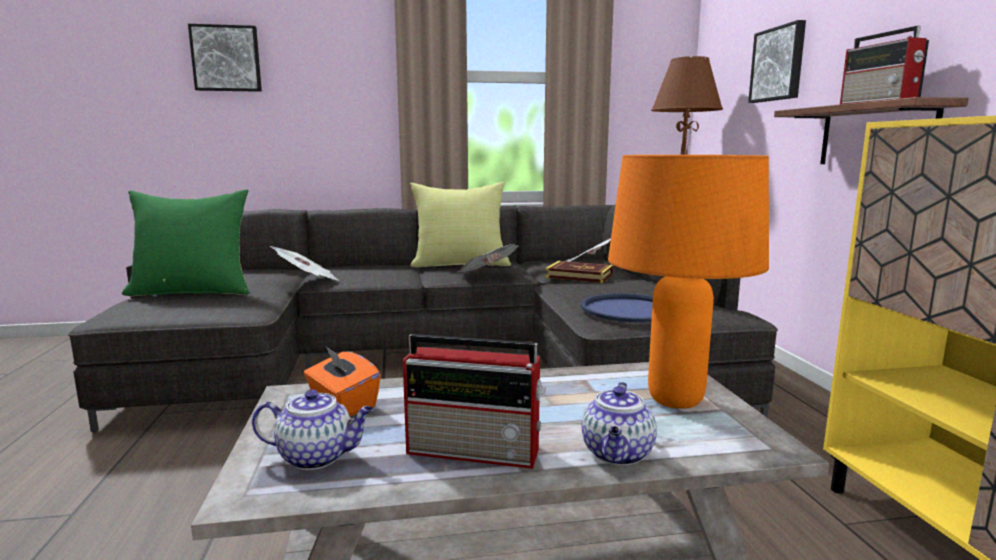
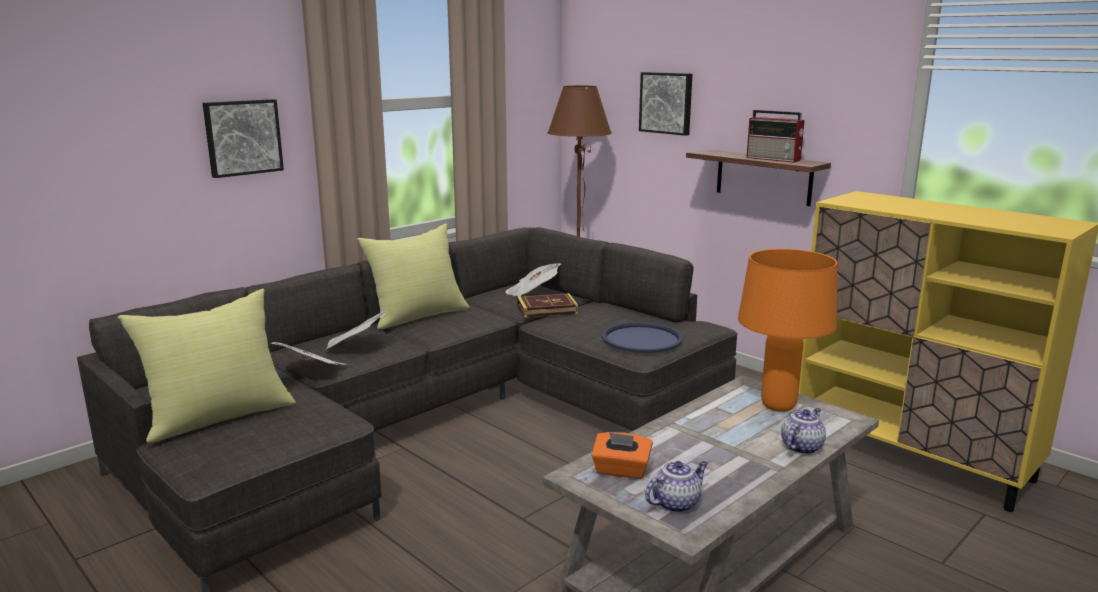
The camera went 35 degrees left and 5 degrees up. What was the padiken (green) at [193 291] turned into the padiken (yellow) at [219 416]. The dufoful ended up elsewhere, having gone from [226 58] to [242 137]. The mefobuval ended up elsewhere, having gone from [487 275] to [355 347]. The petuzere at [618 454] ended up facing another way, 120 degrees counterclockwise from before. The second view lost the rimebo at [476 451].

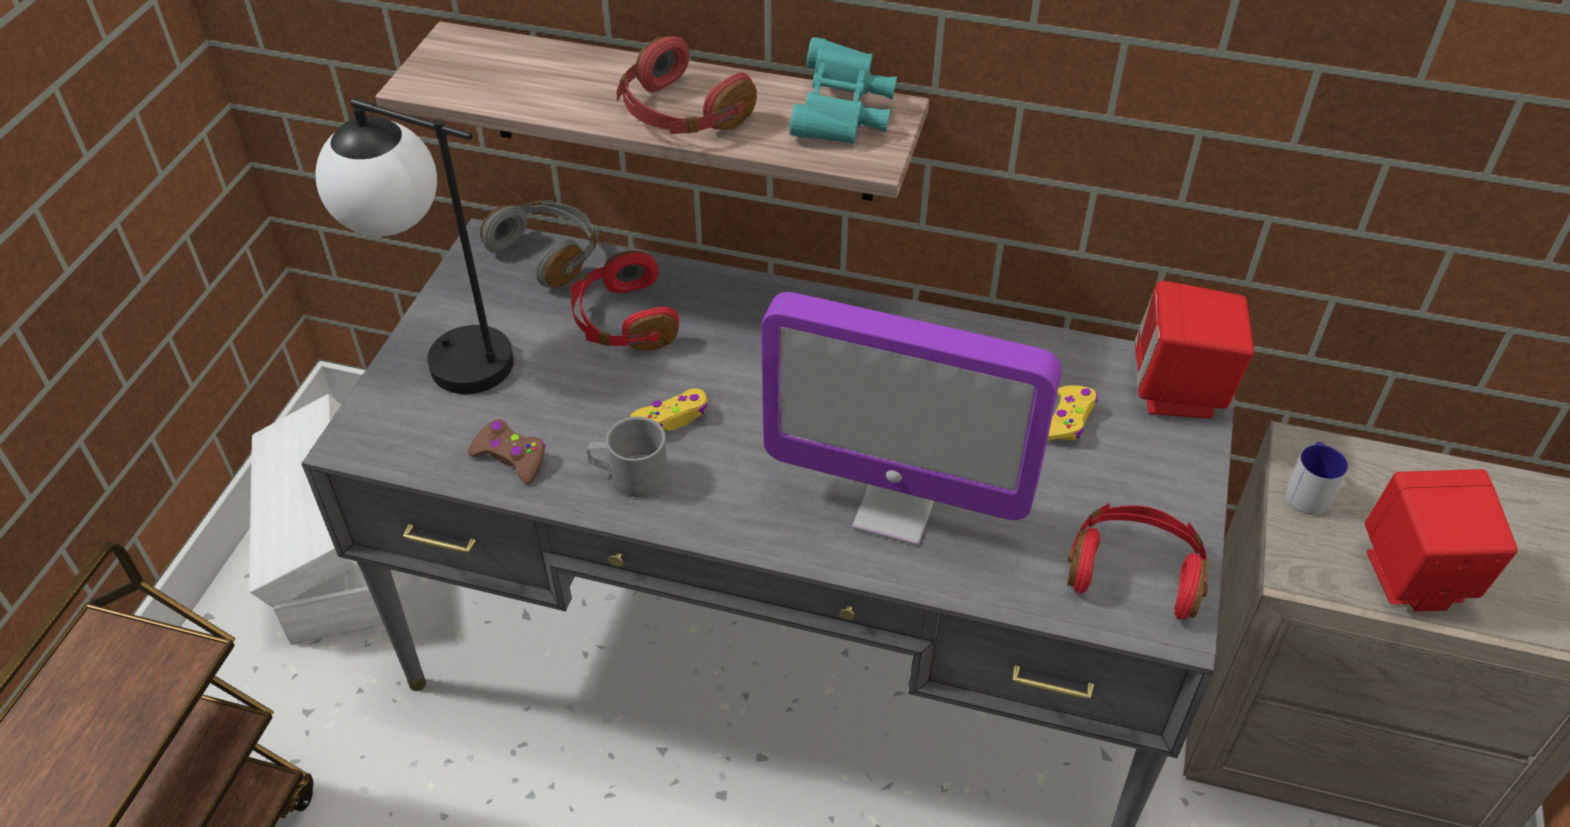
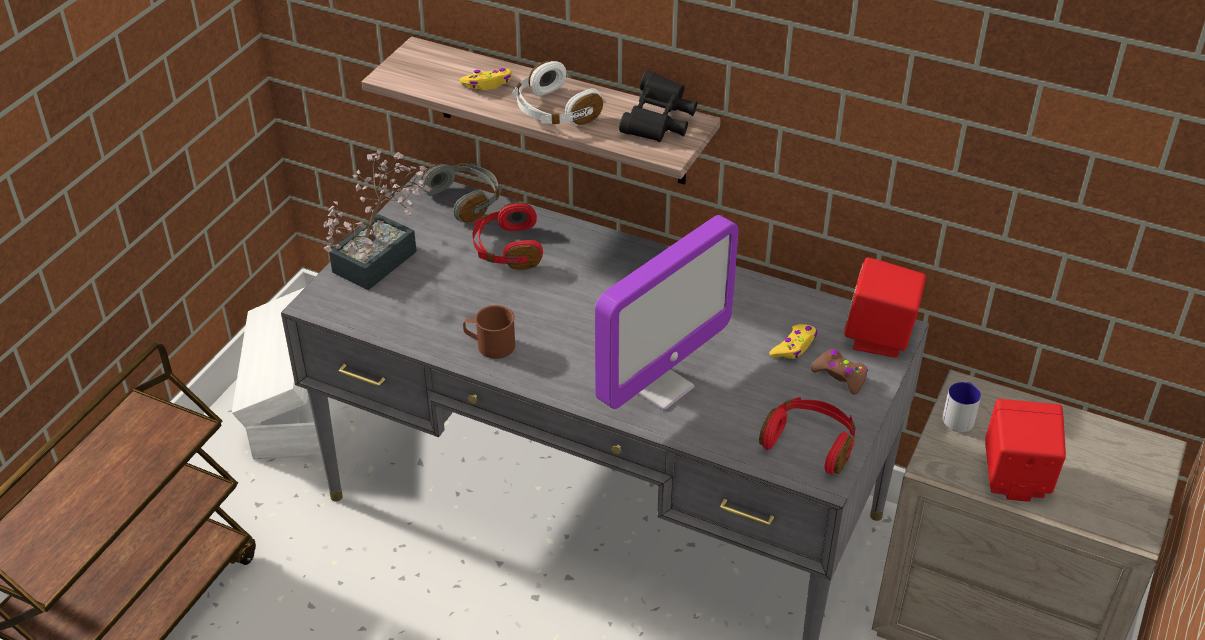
The camera went 10 degrees right and 5 degrees down. Where the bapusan stood at [442 354], the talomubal came to stand at [382 257]. The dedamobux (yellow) ended up elsewhere, having gone from [673 417] to [488 84]. What was the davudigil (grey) at [630 475] turned into the davudigil (brown) at [490 345]. What was the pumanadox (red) at [681 114] turned into the pumanadox (white) at [553 111]. The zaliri at [895 509] ended up facing another way, 75 degrees counterclockwise from before. What was the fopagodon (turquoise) at [842 116] turned into the fopagodon (black) at [658 123]. The dedamobux (brown) ended up elsewhere, having gone from [511 457] to [840 376].

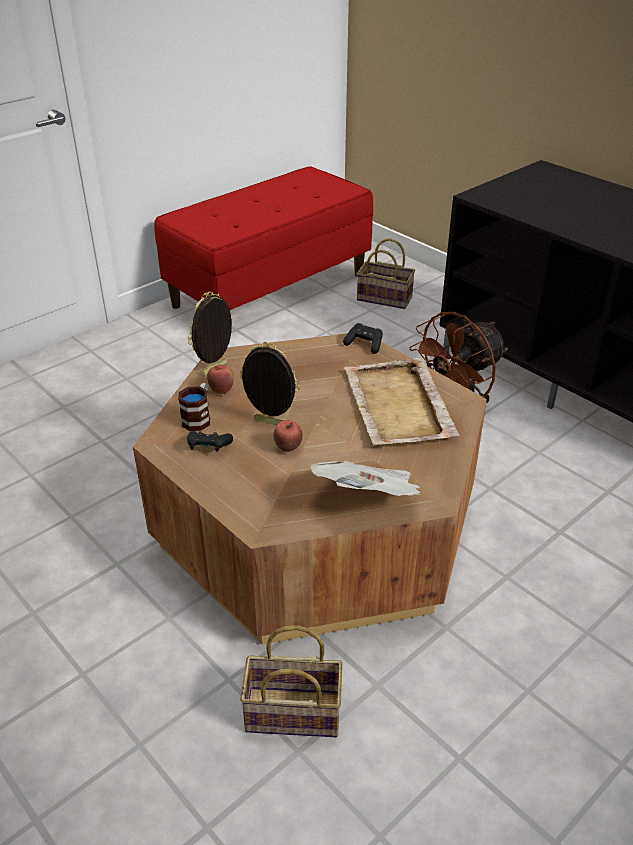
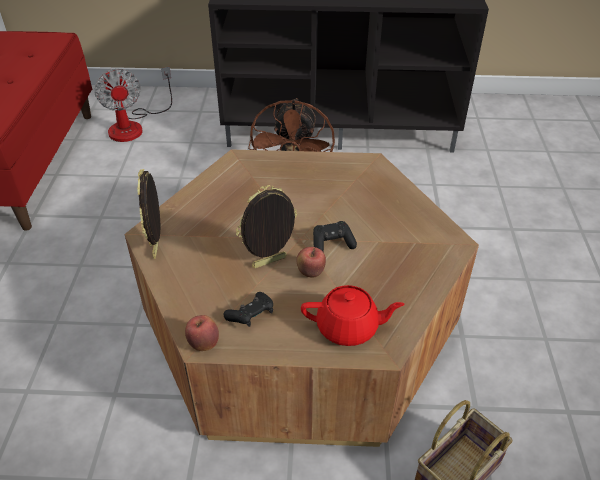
The camera went 45 degrees left and 5 degrees up. Where the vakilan stood at [386 298], the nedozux came to stand at [134 126]. The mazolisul ended up elsewhere, having gone from [221 390] to [203 344]. The second view gained the petuzere (red) at [348 328]. The dedamobux (black) ended up elsewhere, having gone from [364 344] to [332 244]. The second view lost the davudigil at [198 418]. The second view lost the mefobuval at [369 499]. The second view lost the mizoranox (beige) at [398 406].

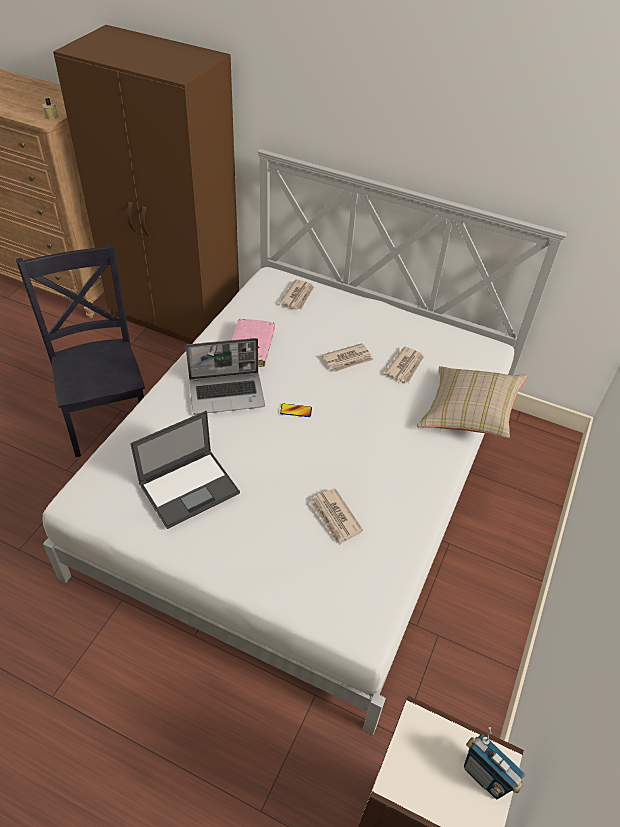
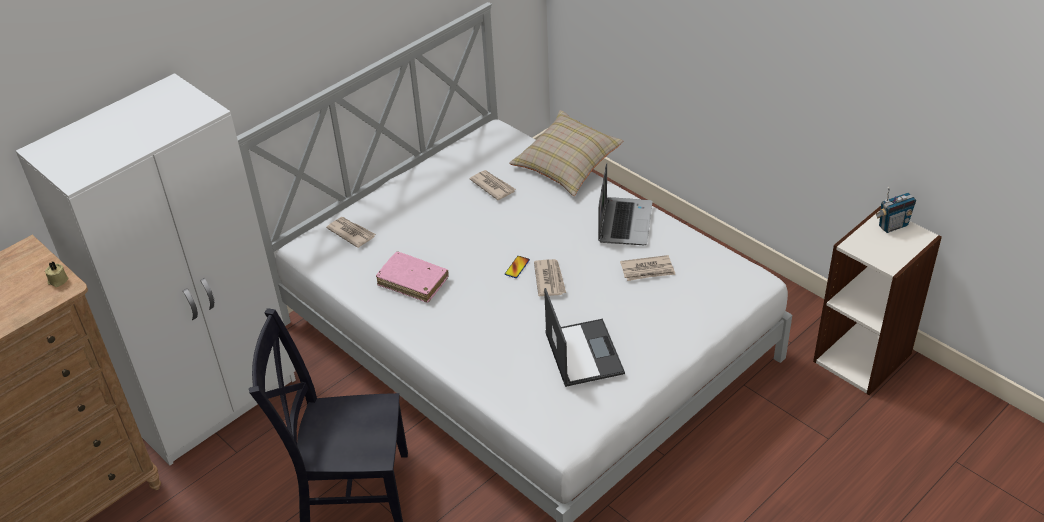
The camera went 65 degrees left and 5 degrees down. What was the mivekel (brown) at [176 317] turned into the mivekel (white) at [215 401]. The mefobuval ended up elsewhere, having gone from [348 359] to [549 279]. The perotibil ended up elsewhere, having gone from [227 393] to [624 222].

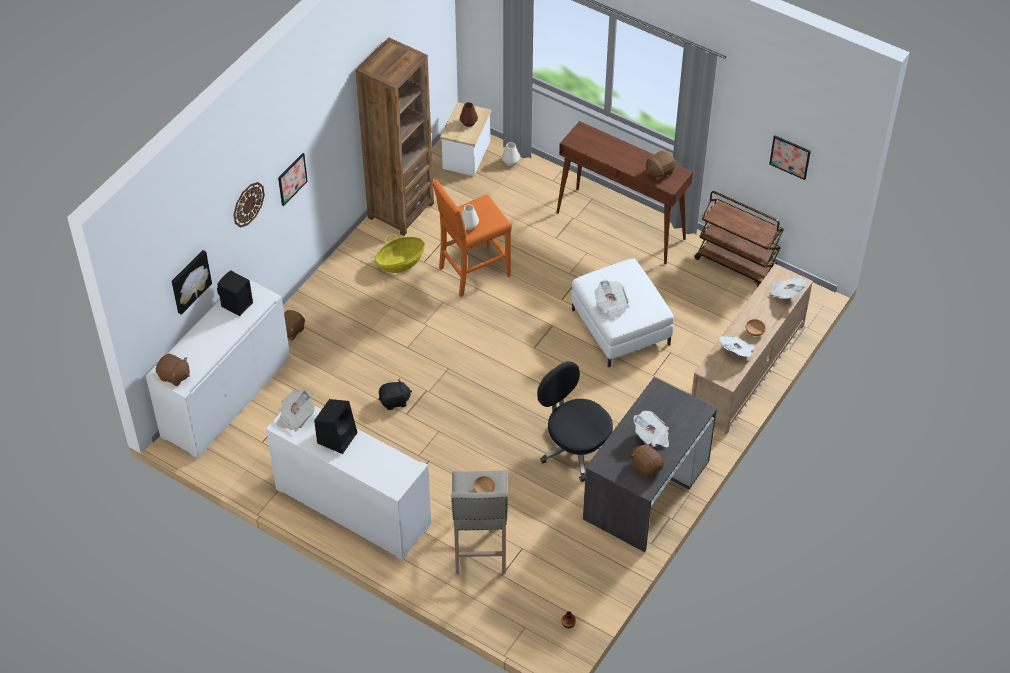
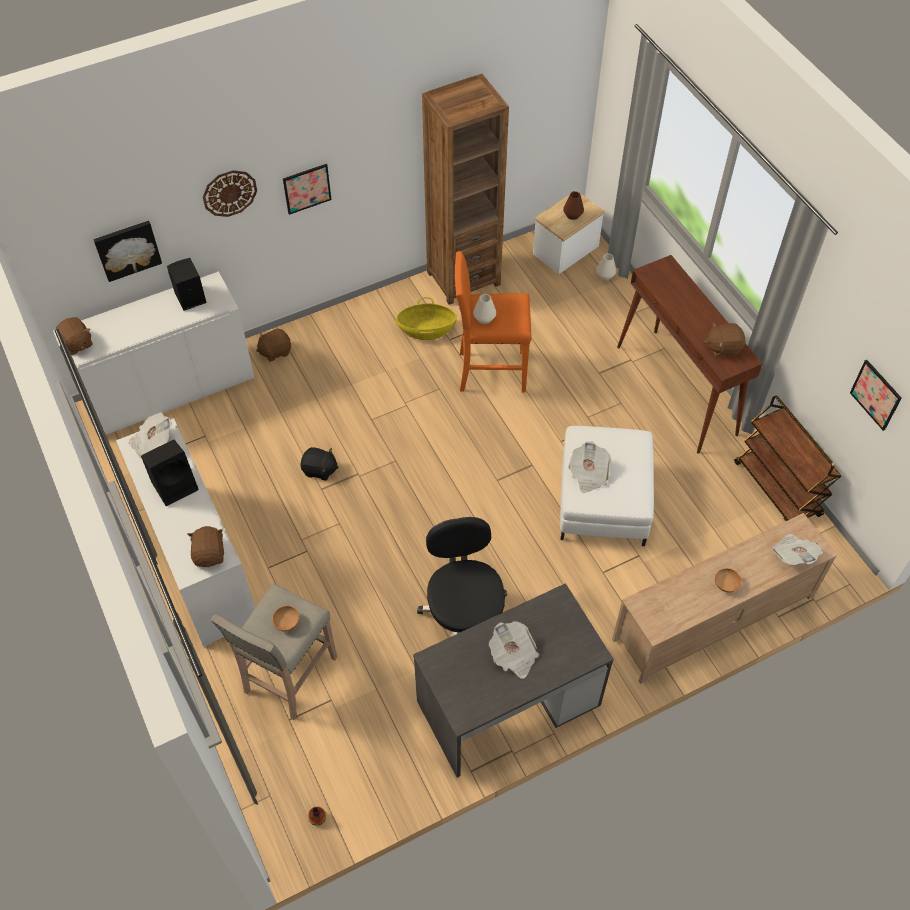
The camera went 30 degrees right and 5 degrees up. The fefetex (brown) ended up elsewhere, having gone from [646 467] to [210 554]. The second view lost the mefobuval at [737 352].

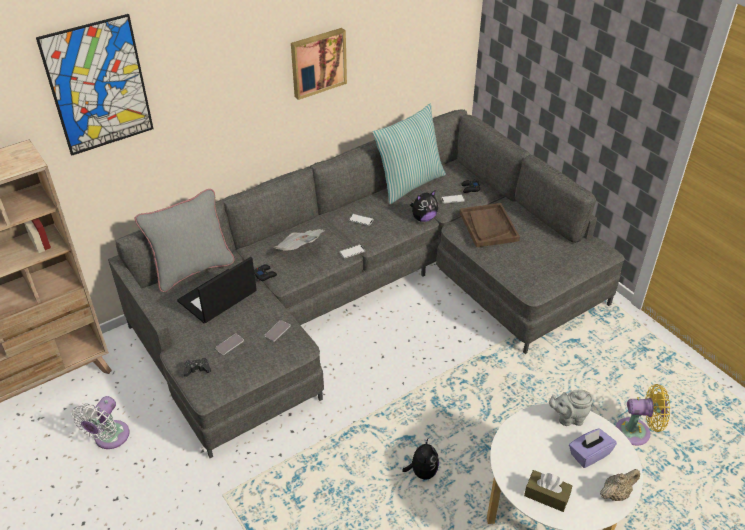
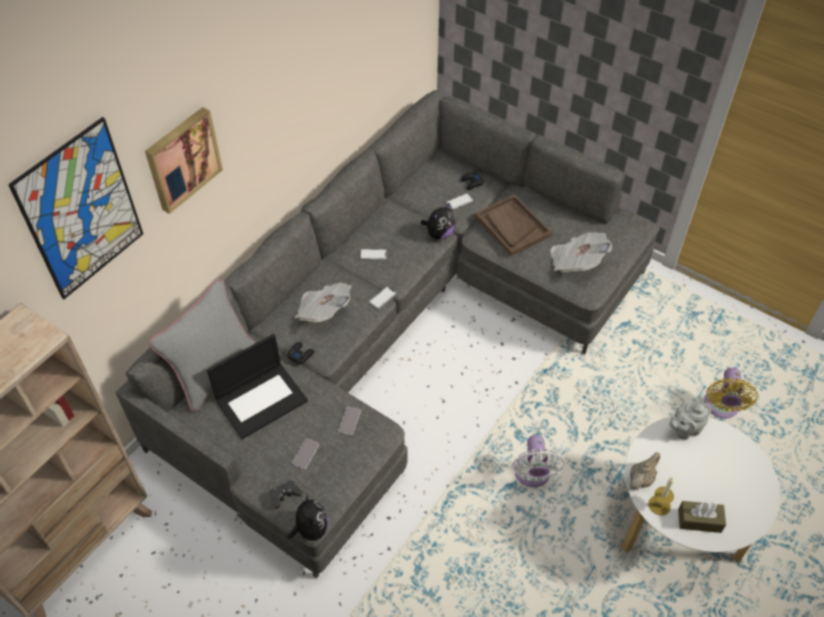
The camera went 20 degrees left and 10 degrees up. The dufoful ended up elsewhere, having gone from [317 62] to [182 159]. The perotibil at [217 297] ended up facing another way, 150 degrees counterclockwise from before. The fefetex ended up elsewhere, having gone from [422 472] to [310 529]. The nedozux (white) ended up elsewhere, having gone from [109 438] to [532 475]. The second view gained the mefobuval at [576 262]. The petuzere (beige) ended up elsewhere, having gone from [616 493] to [641 479]. The second view gained the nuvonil at [659 505]. The nedozux (yellow) at [636 432] ended up facing another way, 120 degrees clockwise from before. The second view lost the padiken at [409 183]. The second view lost the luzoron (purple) at [589 454].

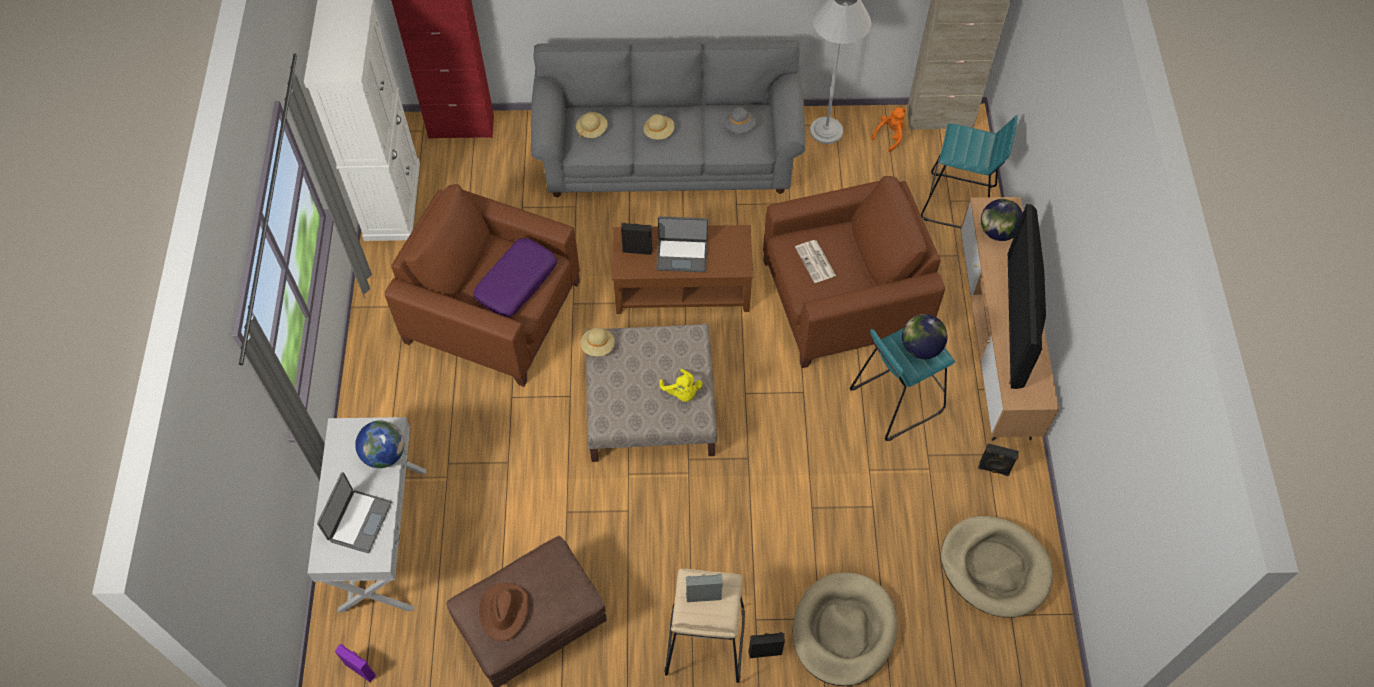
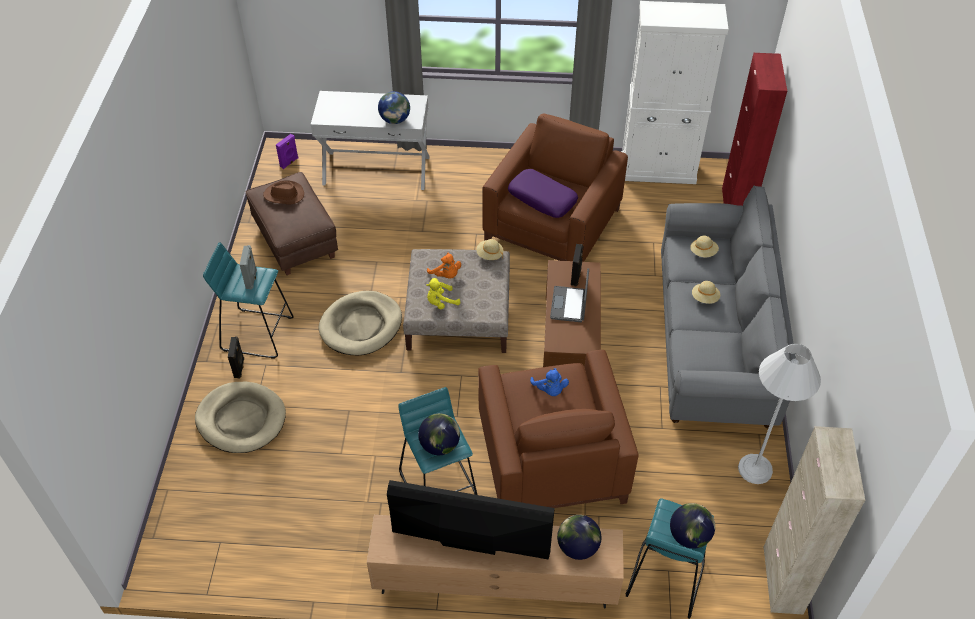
The camera went 95 degrees right and 10 degrees down. What was the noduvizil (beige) at [704 642] turned into the noduvizil (turquoise) at [257 333]. The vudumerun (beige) ended up elsewhere, having gone from [995 567] to [361 326]. The fefetex (orange) ended up elsewhere, having gone from [890 136] to [446 275]. Where the mefobuval stood at [816 262], the fefetex (blue) came to stand at [550 390]. The second view gained the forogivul at [689 536]. The second view lost the perotibil at [359 521]. The second view lost the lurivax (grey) at [740 126]. The second view lost the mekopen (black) at [993 469].

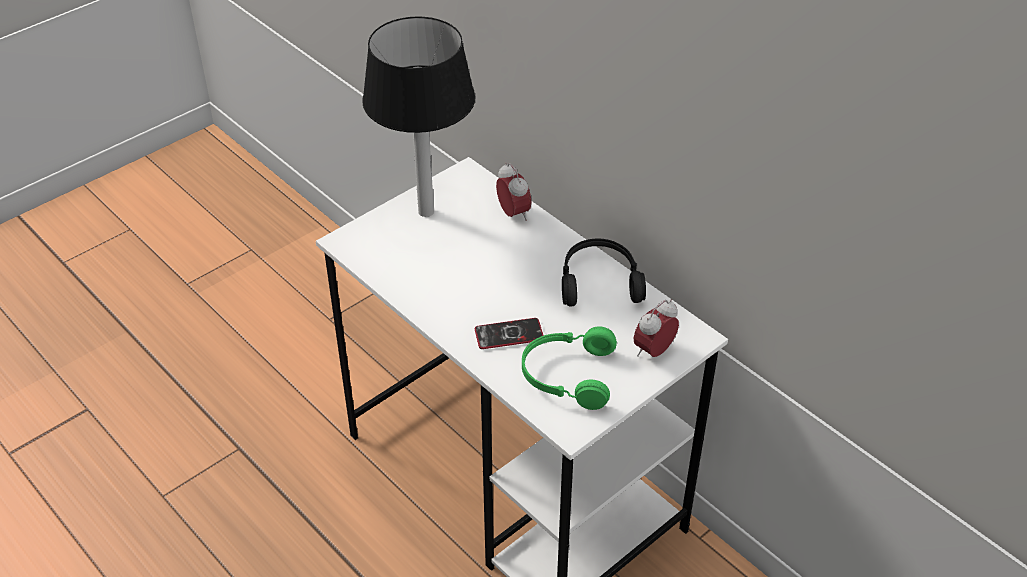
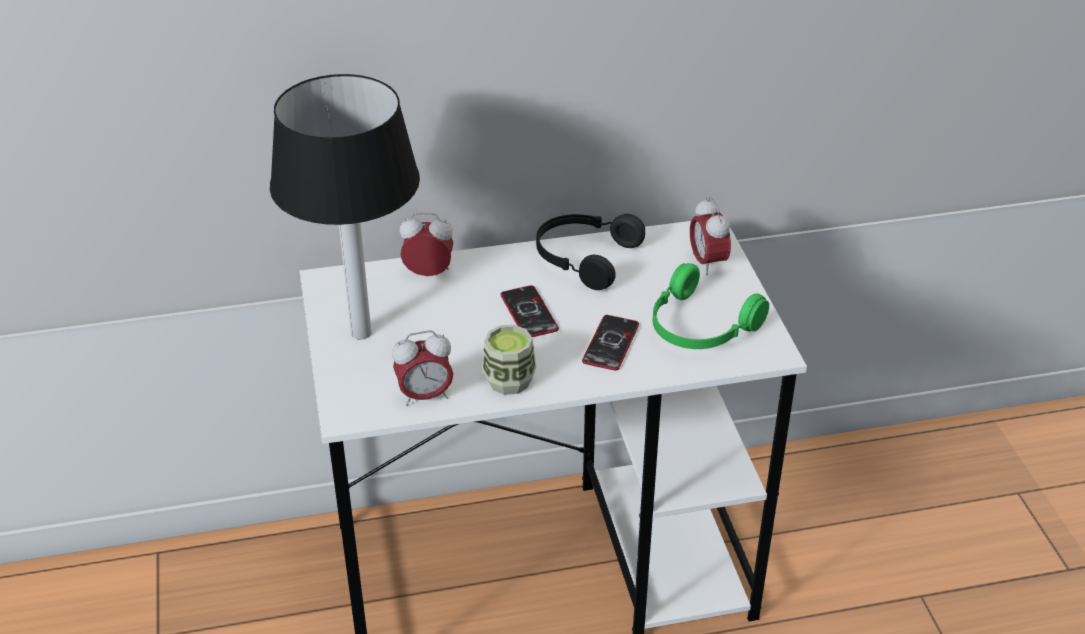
The camera went 60 degrees left and 5 degrees down. The second view gained the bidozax at [425 396]. The second view gained the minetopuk at [509 381]. The second view gained the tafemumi at [529 313].

